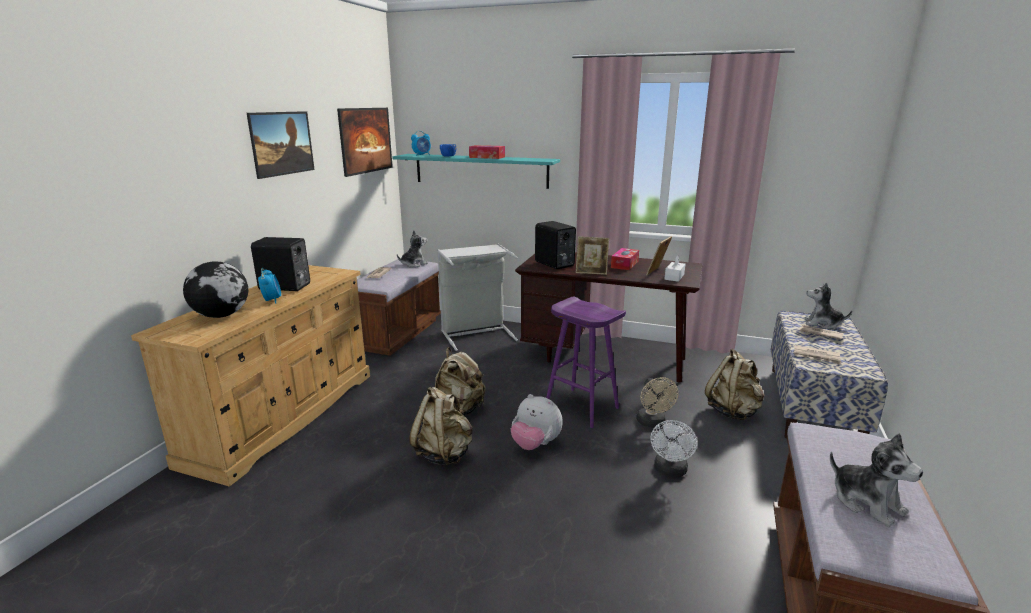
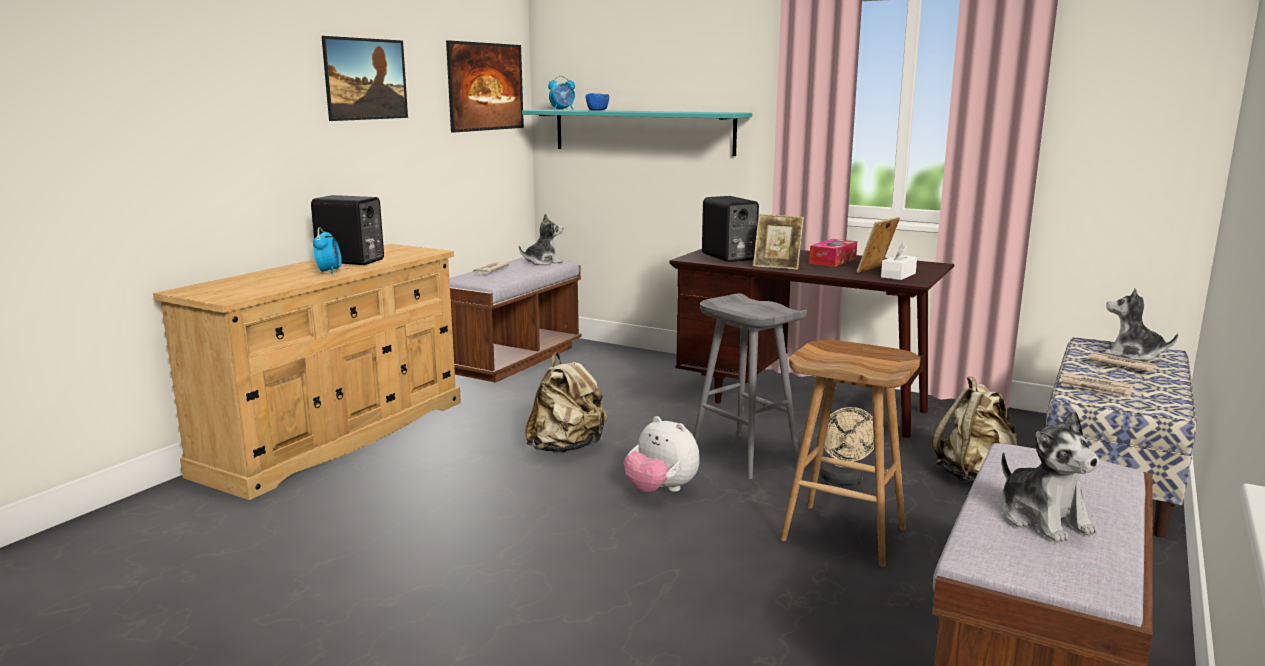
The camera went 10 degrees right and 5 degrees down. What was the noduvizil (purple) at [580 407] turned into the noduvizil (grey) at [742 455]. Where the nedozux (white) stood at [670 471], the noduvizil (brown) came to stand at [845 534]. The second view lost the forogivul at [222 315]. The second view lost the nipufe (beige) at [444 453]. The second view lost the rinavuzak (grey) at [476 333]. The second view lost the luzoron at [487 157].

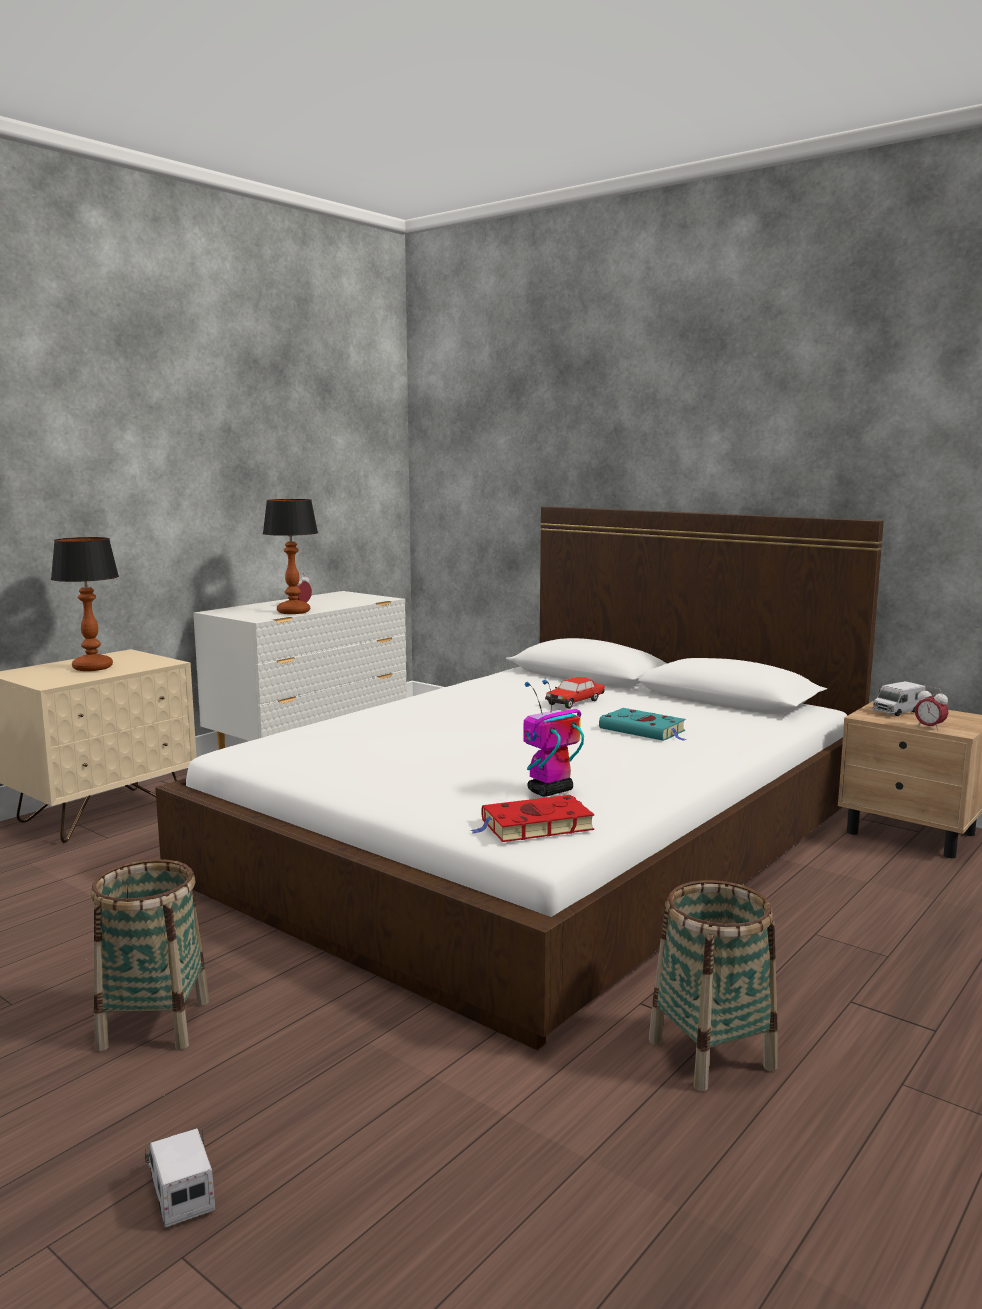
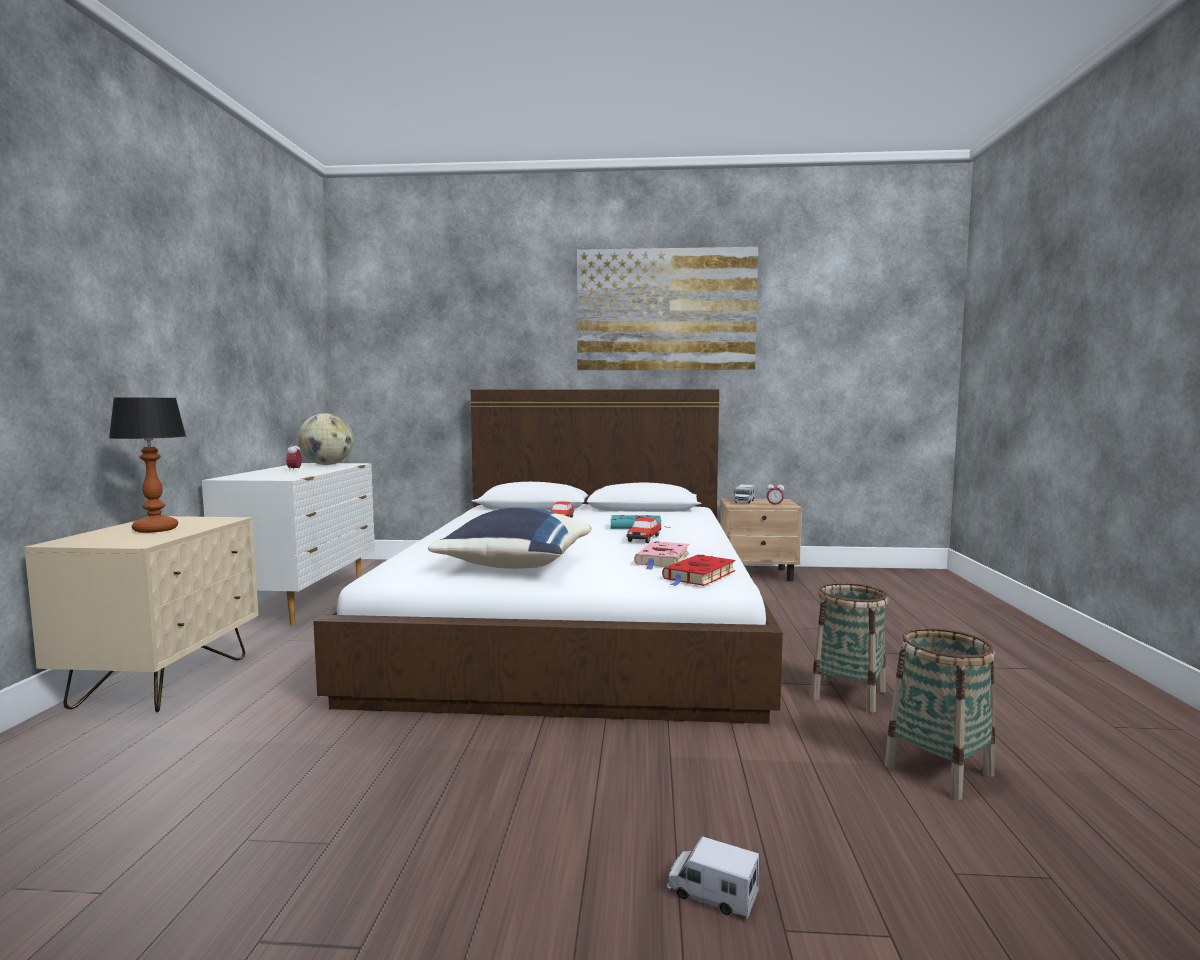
The camera went 35 degrees left and 5 degrees down. The second view gained the forogivul at [327 464]. The second view gained the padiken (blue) at [513 565]. The second view gained the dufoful at [665 310]. The second view gained the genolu at [644 538]. Where the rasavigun stood at [549 791], the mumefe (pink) came to stand at [662 560]. The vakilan ended up elsewhere, having gone from [154 1024] to [938 770]. The second view lost the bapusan at [294 612].

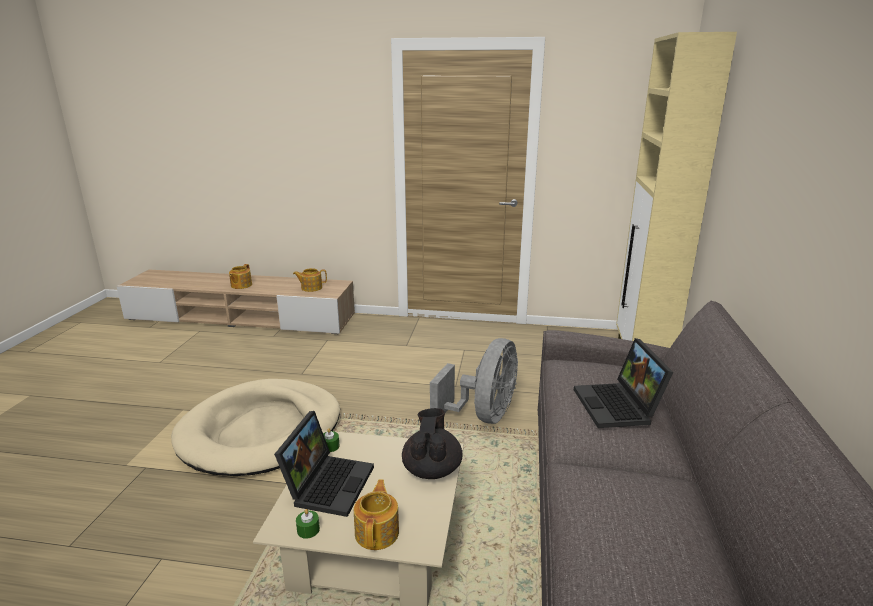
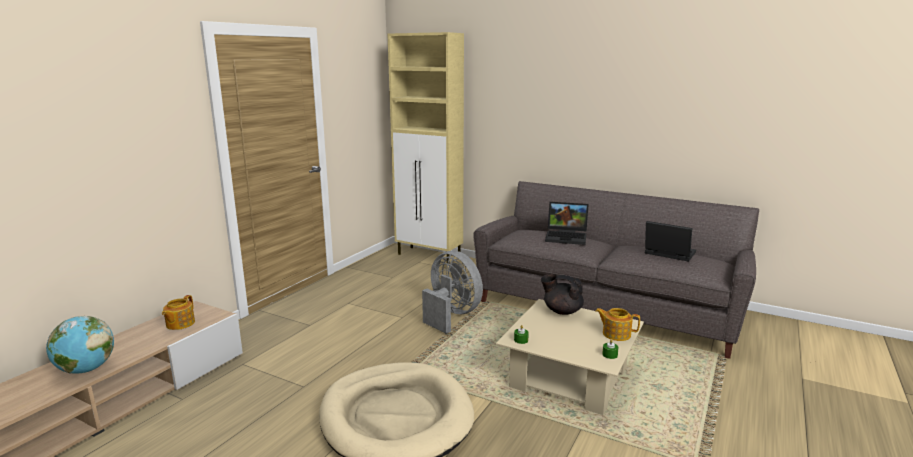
The camera went 70 degrees left and 5 degrees down. Where the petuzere stood at [241 285], the forogivul came to stand at [86 369]. The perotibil ended up elsewhere, having gone from [328 483] to [667 254].

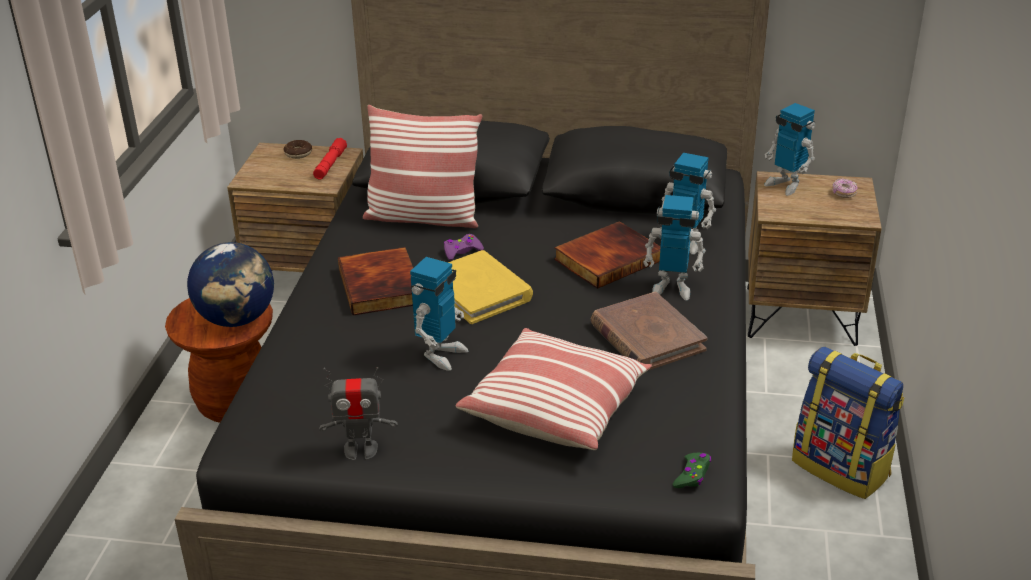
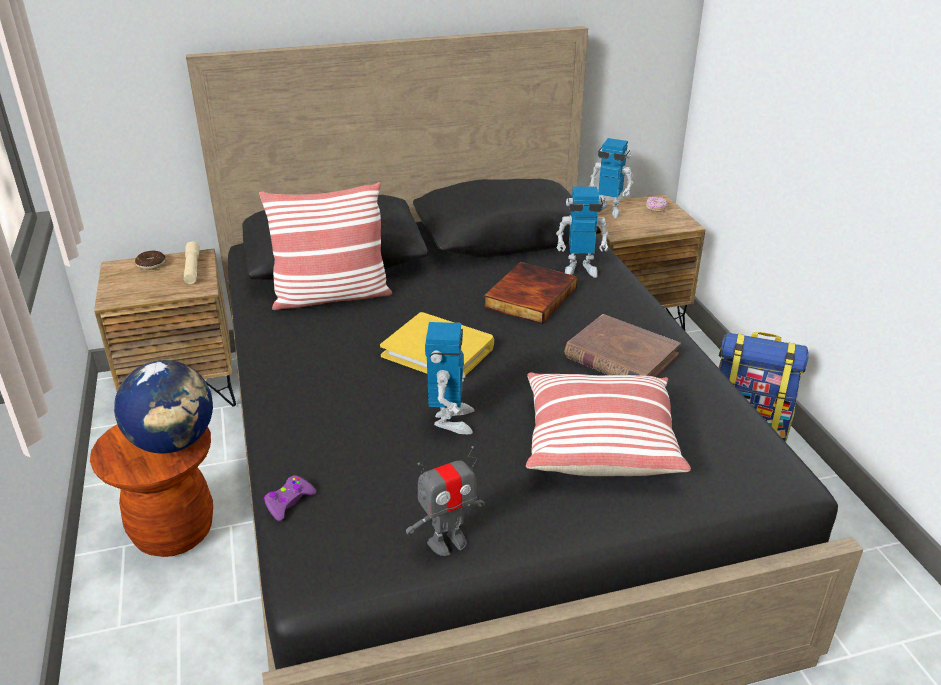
The camera went 25 degrees left and 0 degrees up. What was the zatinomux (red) at [330 164] turned into the zatinomux (beige) at [192 268]. The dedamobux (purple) ended up elsewhere, having gone from [462 251] to [289 502]. The second view lost the mumefe at [382 286]. The second view lost the rasavigun at [672 288]. The second view lost the dedamobux (green) at [692 475].

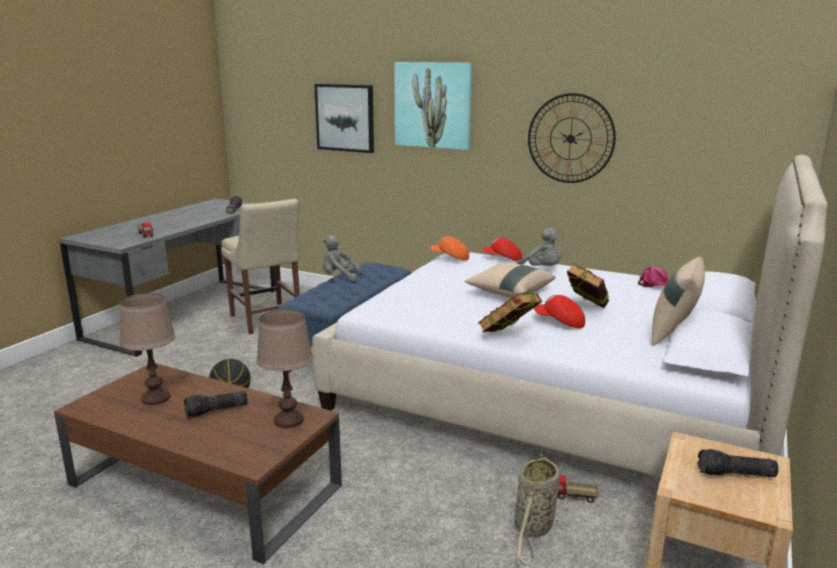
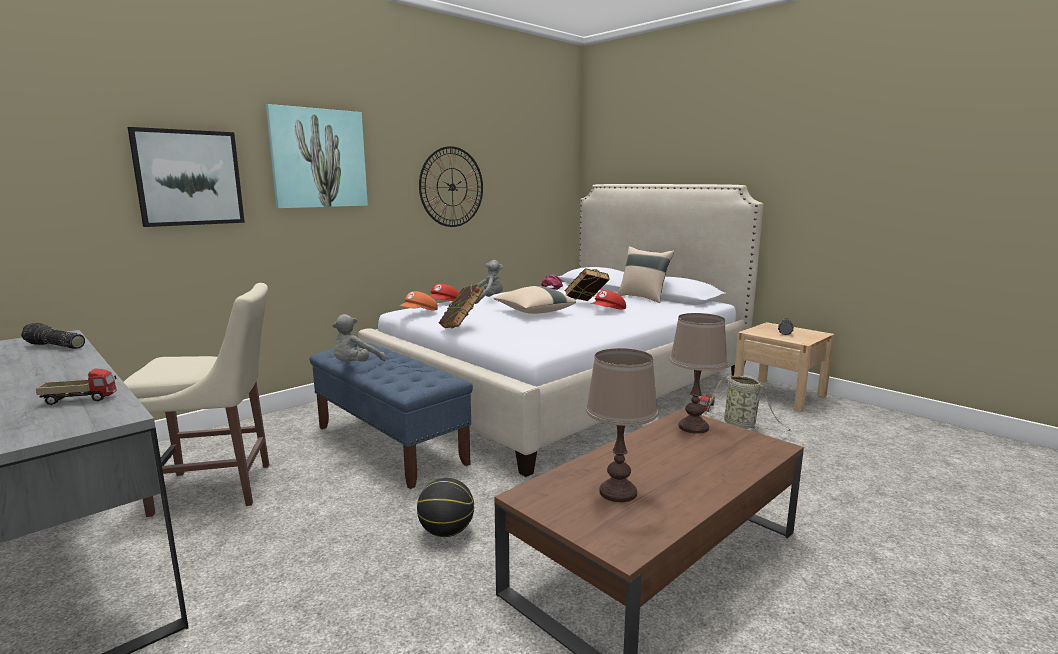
The camera went 70 degrees left and 5 degrees down. The mumefe ended up elsewhere, having gone from [508 337] to [461 328]. The second view lost the zatinomux at [216 411].

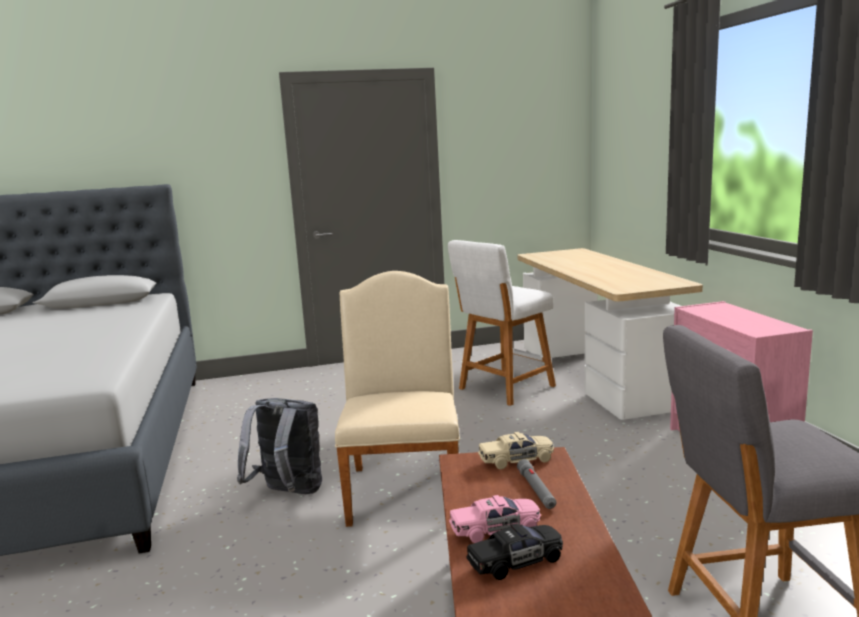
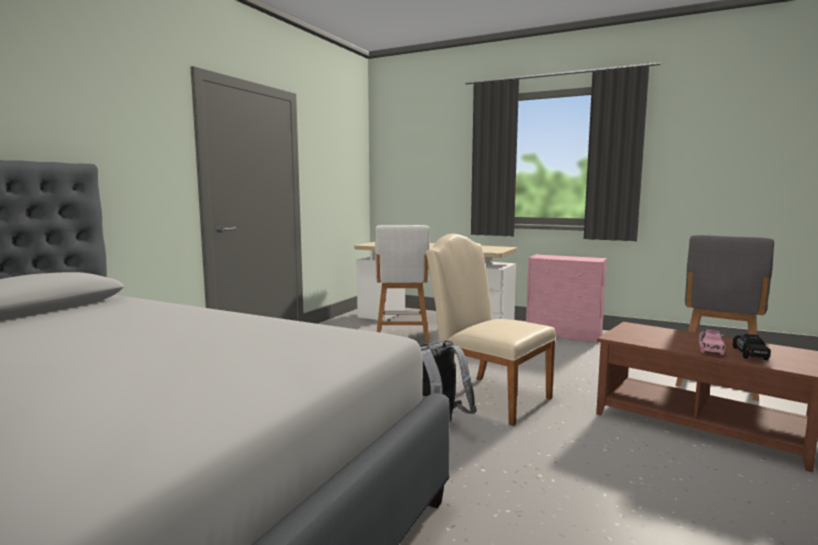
The camera went 50 degrees left and 5 degrees down. The second view lost the genolu (beige) at [516 460]. The second view lost the zatinomux (grey) at [536 490].

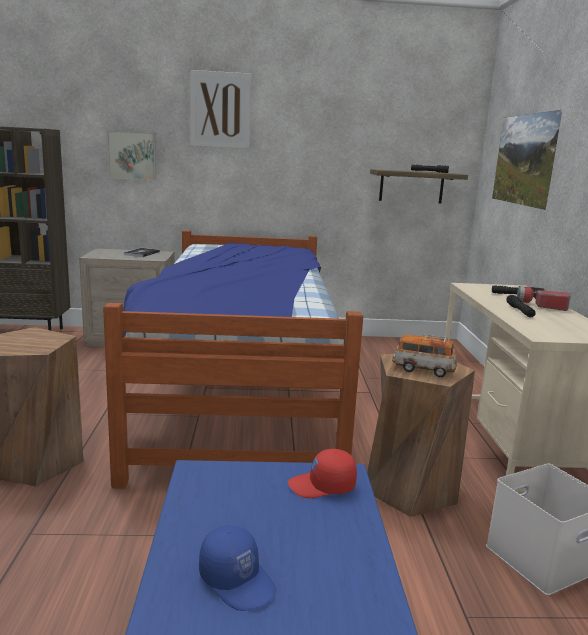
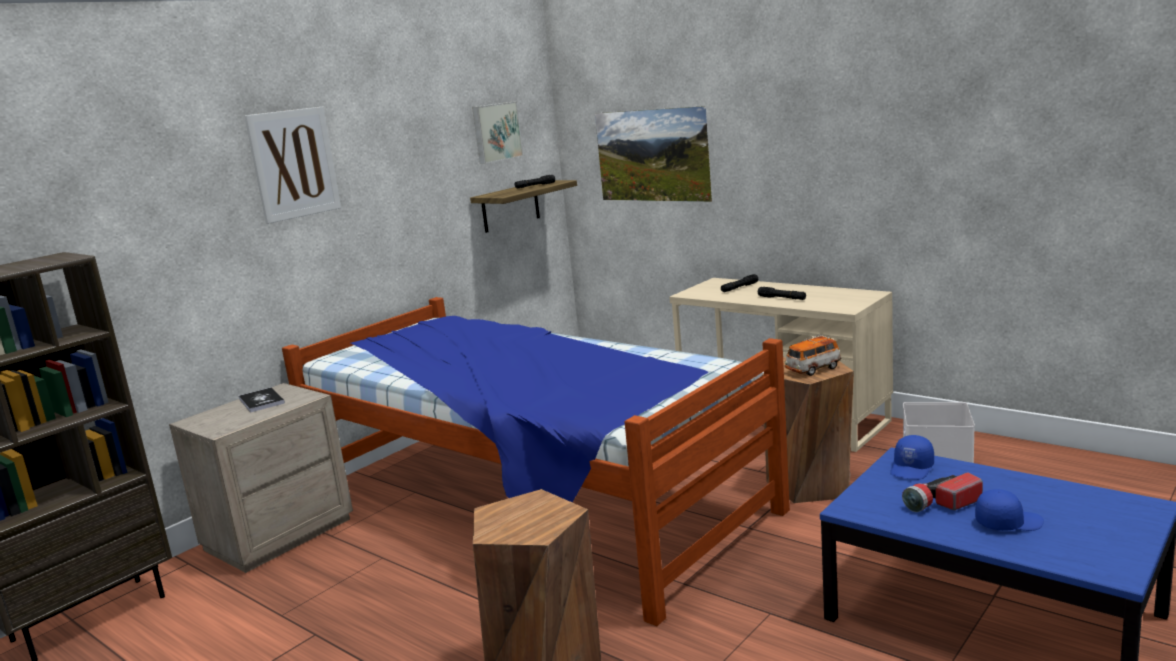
The camera went 45 degrees left and 0 degrees up. The dufoful ended up elsewhere, having gone from [132 155] to [496 132]. What was the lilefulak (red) at [322 486] turned into the lilefulak (blue) at [912 469]. The zatinomux ended up elsewhere, having gone from [541 305] to [942 503].

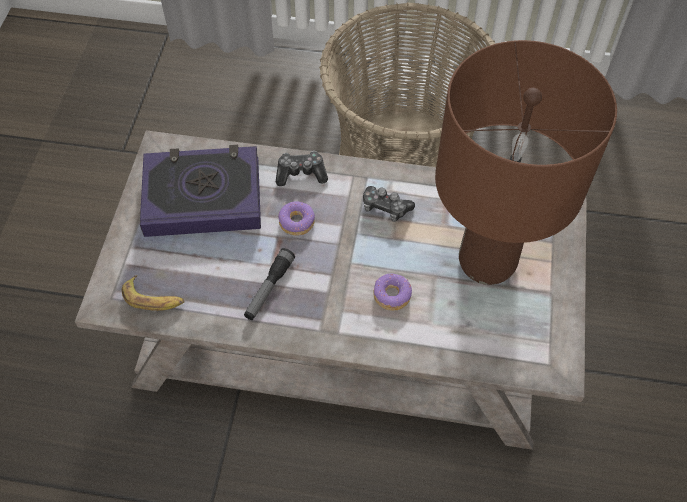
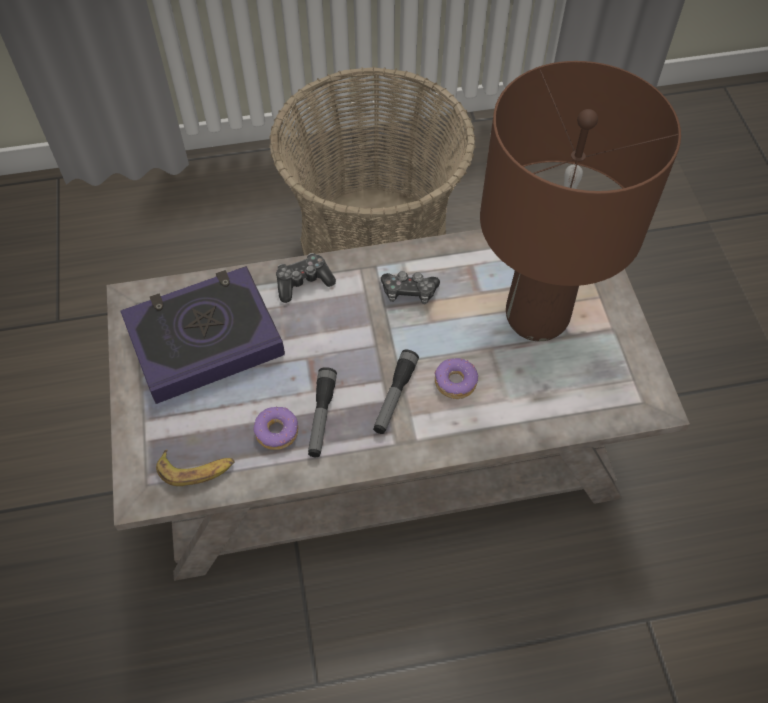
The camera went 20 degrees left and 0 degrees up. The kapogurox ended up elsewhere, having gone from [297 222] to [277 431]. The second view gained the zatinomux at [394 396].

